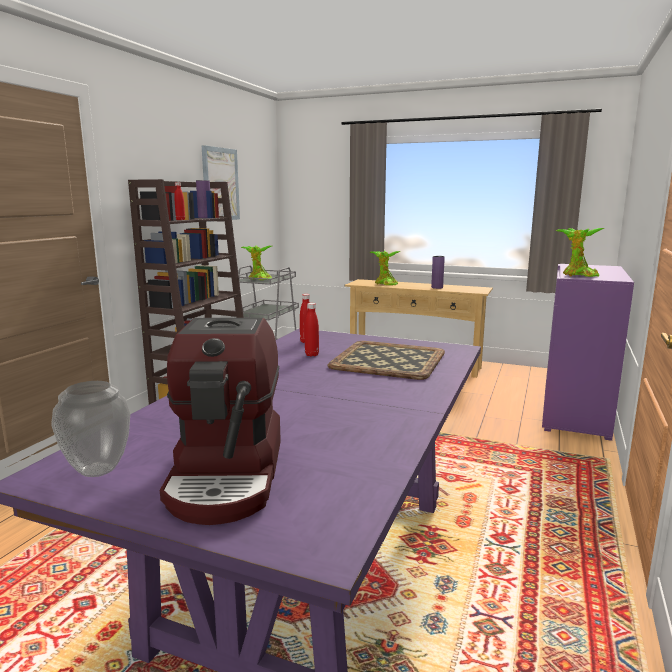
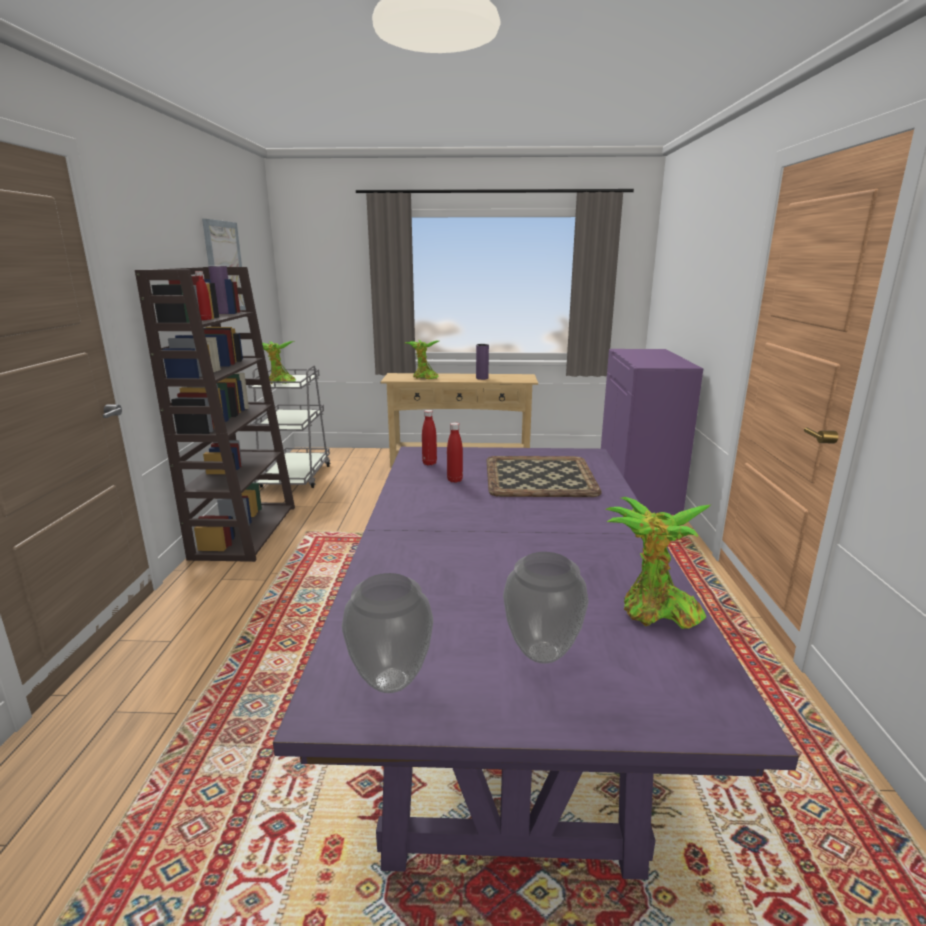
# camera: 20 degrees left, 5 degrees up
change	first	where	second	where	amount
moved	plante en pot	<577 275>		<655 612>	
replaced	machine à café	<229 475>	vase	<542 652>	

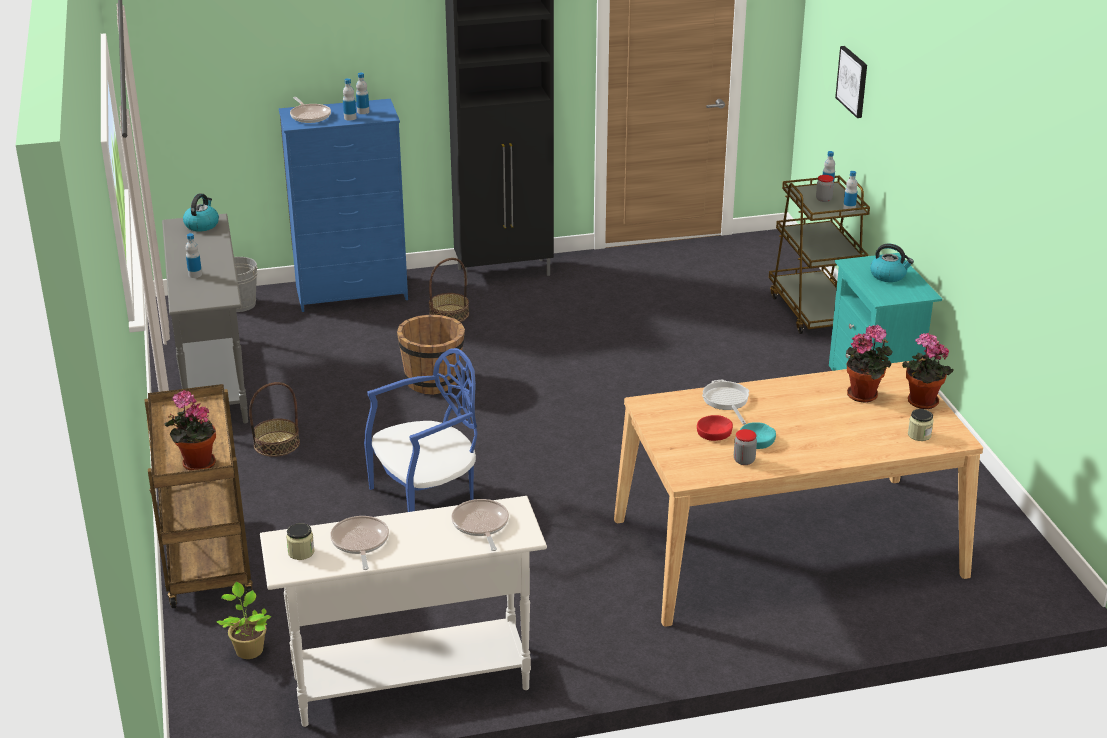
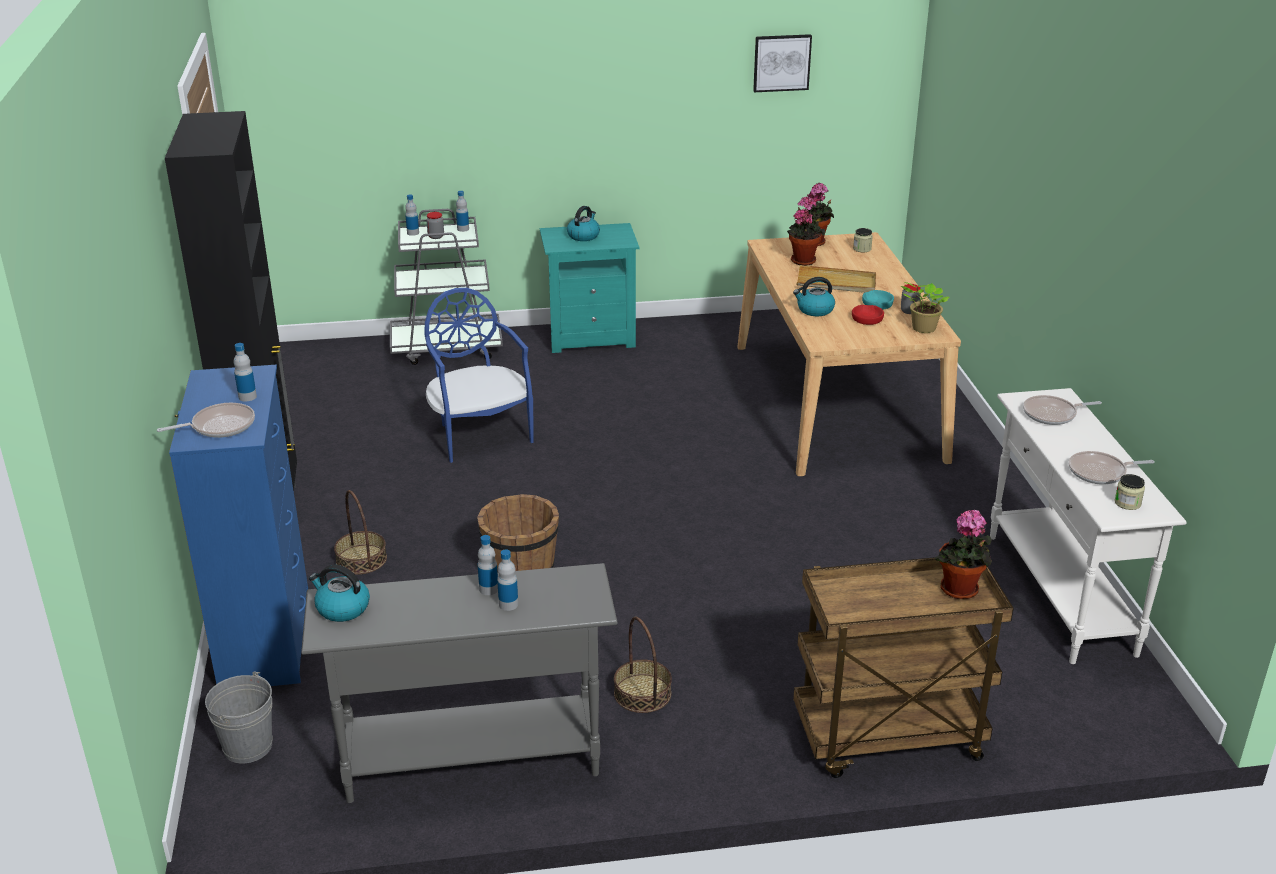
# camera: 85 degrees left, 0 degrees up
change	first	where	second	where	amount
added			plateau [beige]	<836 283>	
moved	plante en pot	<248 649>		<922 328>	
moved	bouteille	<363 112>		<488 589>	
moved	chaise [bleu]	<427 500>		<479 434>	
moved	tableau	<853 81>		<781 62>	
replaced	poêle	<726 401>	bouilloire	<814 310>	
recoloured	chariot [marron]	<814 311>	chariot [gris]	<447 348>	

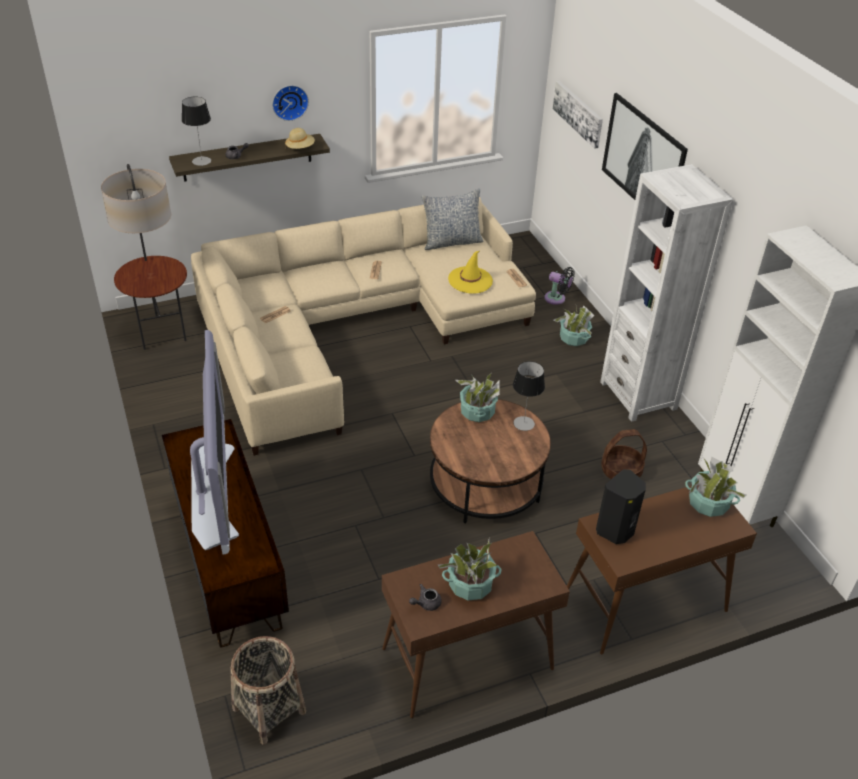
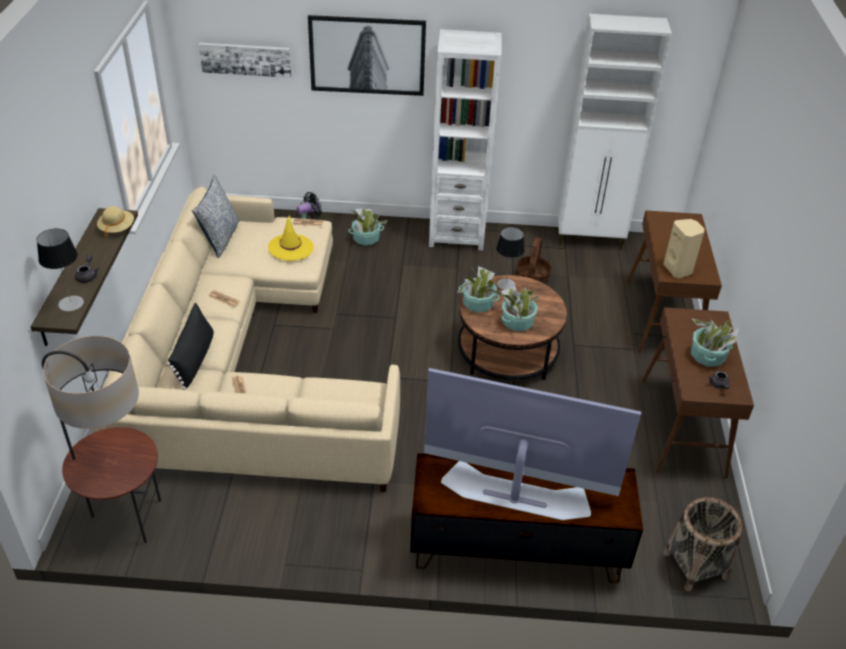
# camera: 65 degrees left, 0 degrees up
change	first	where	second	where	amount
removed	horloge murale	<289 101>			
added			coussin [noir]	<194 359>	
moved	plante en pot	<708 503>		<517 322>	
recoloured	enceinte [noir]	<616 531>	enceinte [beige]	<678 269>	

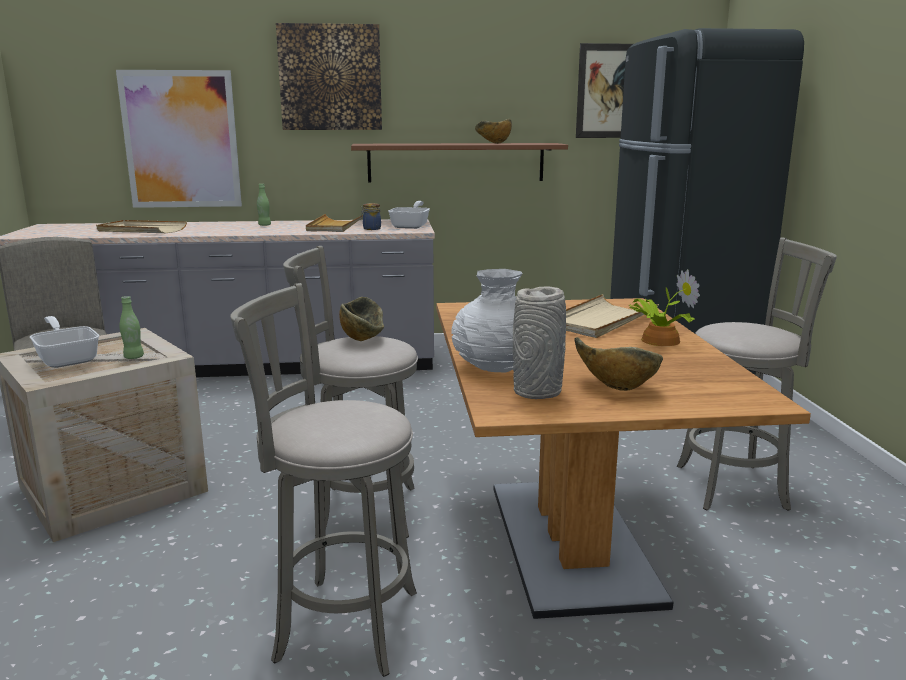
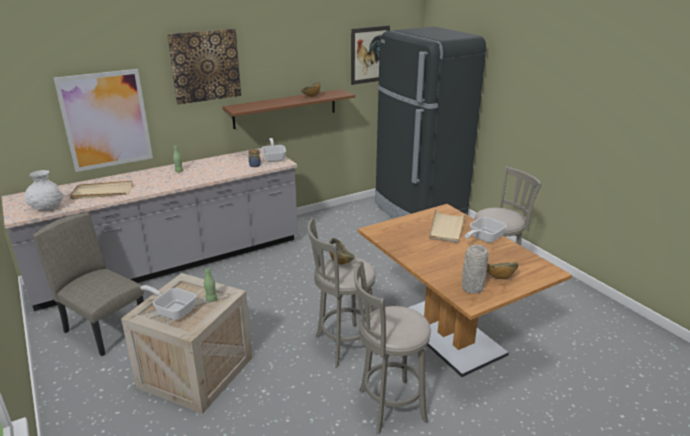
# camera: 25 degrees left, 10 degrees up
change	first	where	second	where	amount
removed	plateau [beige]	<334 226>			
moved	vase [blanc]	<493 366>		<47 208>	
replaced	plante en pot	<657 340>	poêle	<483 238>	

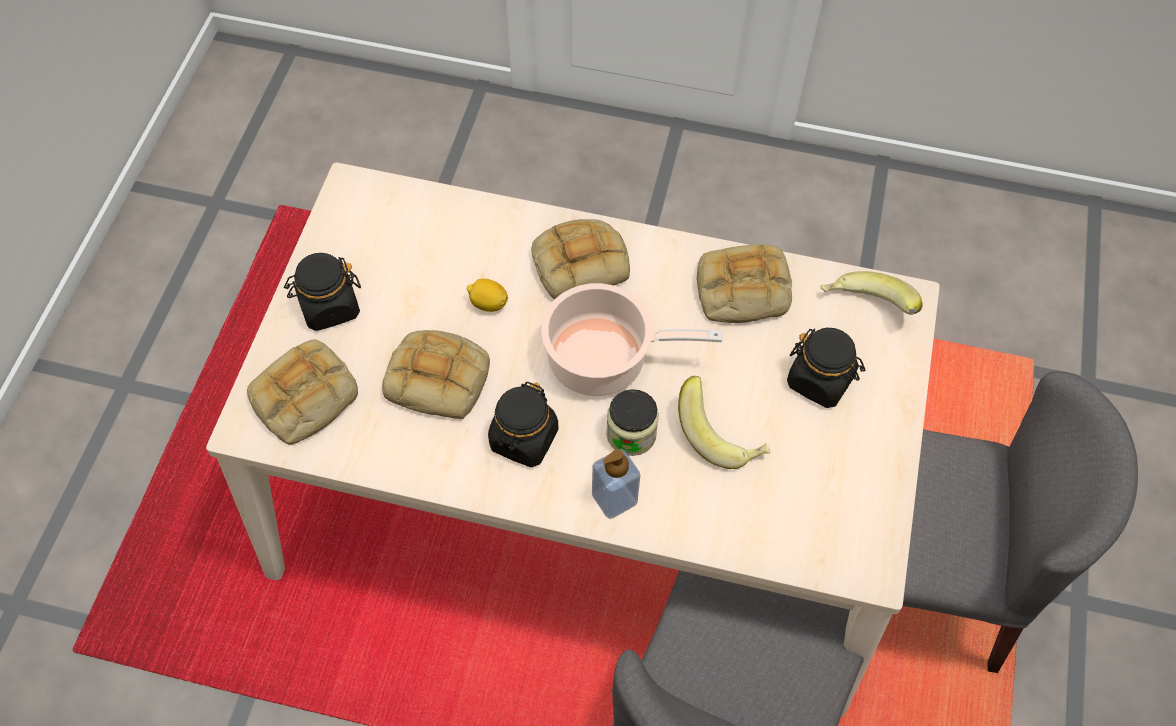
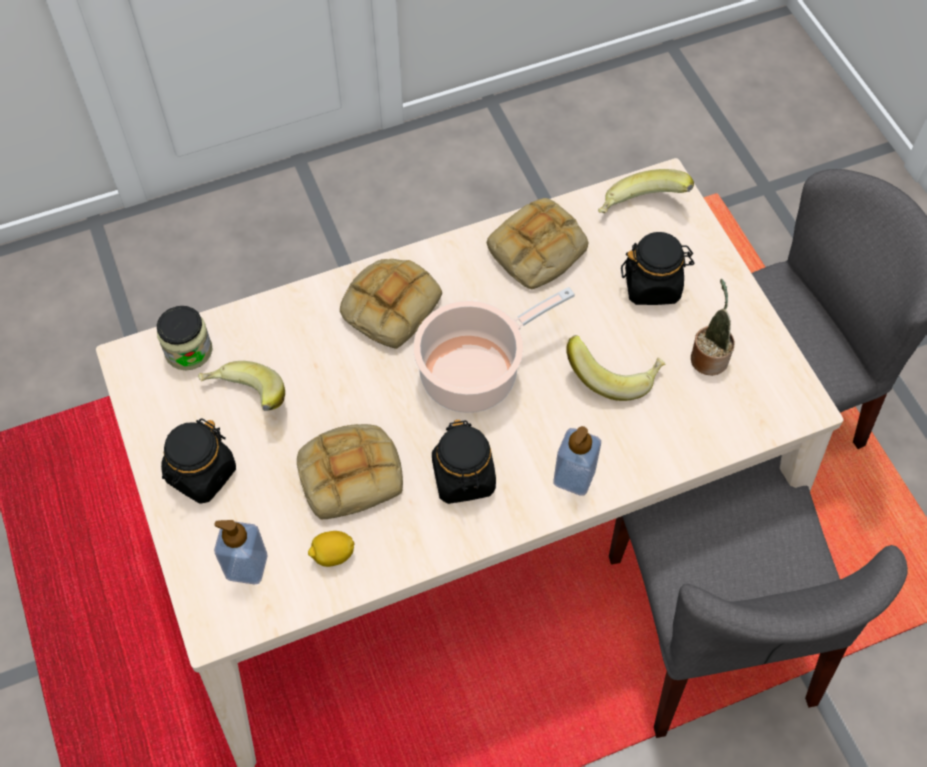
# camera: 35 degrees left, 0 degrees up
change	first	where	second	where	amount
added			banane	<244 400>	
added			plante en pot	<708 356>	
moved	citron	<488 303>		<333 555>	
moved	bocal	<631 434>		<188 351>	
replaced	pain	<304 398>	distributeur de savon	<247 566>	

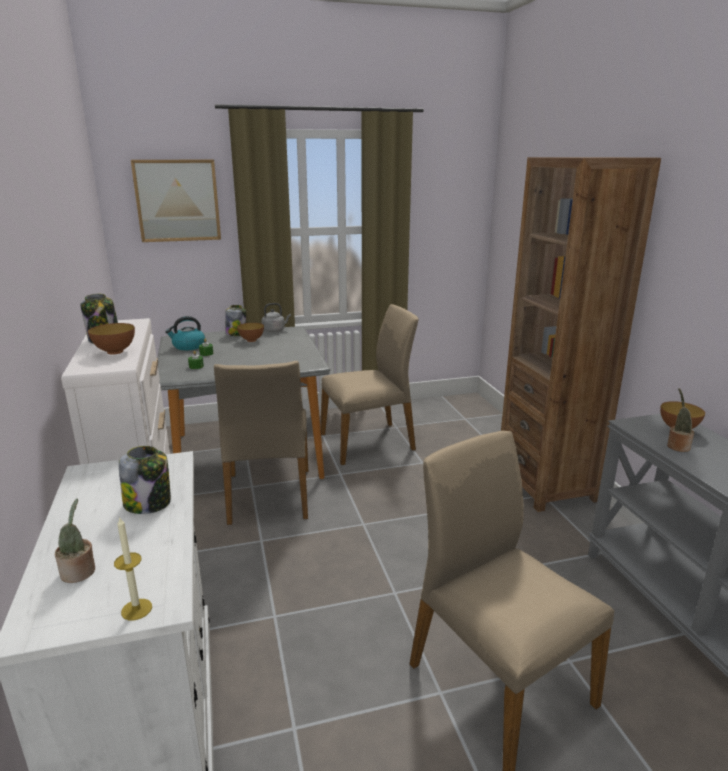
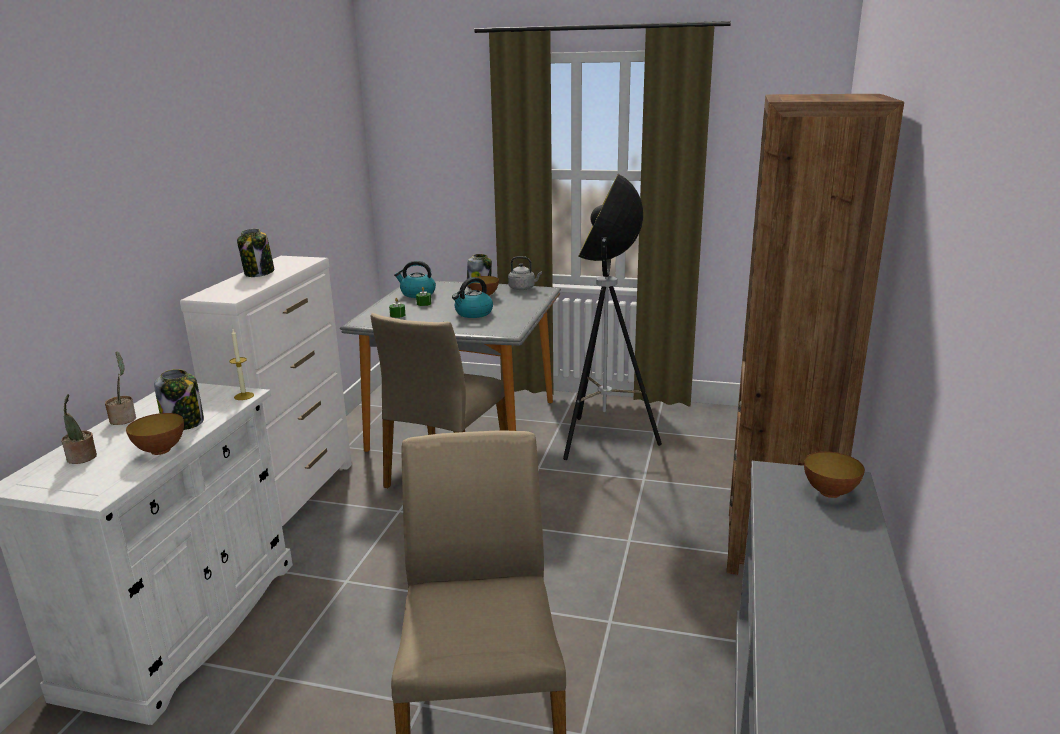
# camera: 30 degrees right, 0 degrees up
change	first	where	second	where	amount
removed	tableau	<177 200>			
added			bouilloire	<473 313>	
moved	bol	<115 352>		<160 450>	
moved	bougie	<136 609>		<244 396>	
moved	plante en pot	<677 446>		<124 419>	
replaced	chaise [beige]	<368 442>	lampadaire	<604 441>	

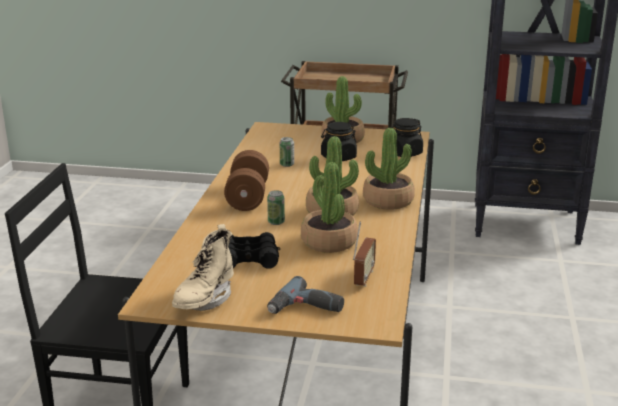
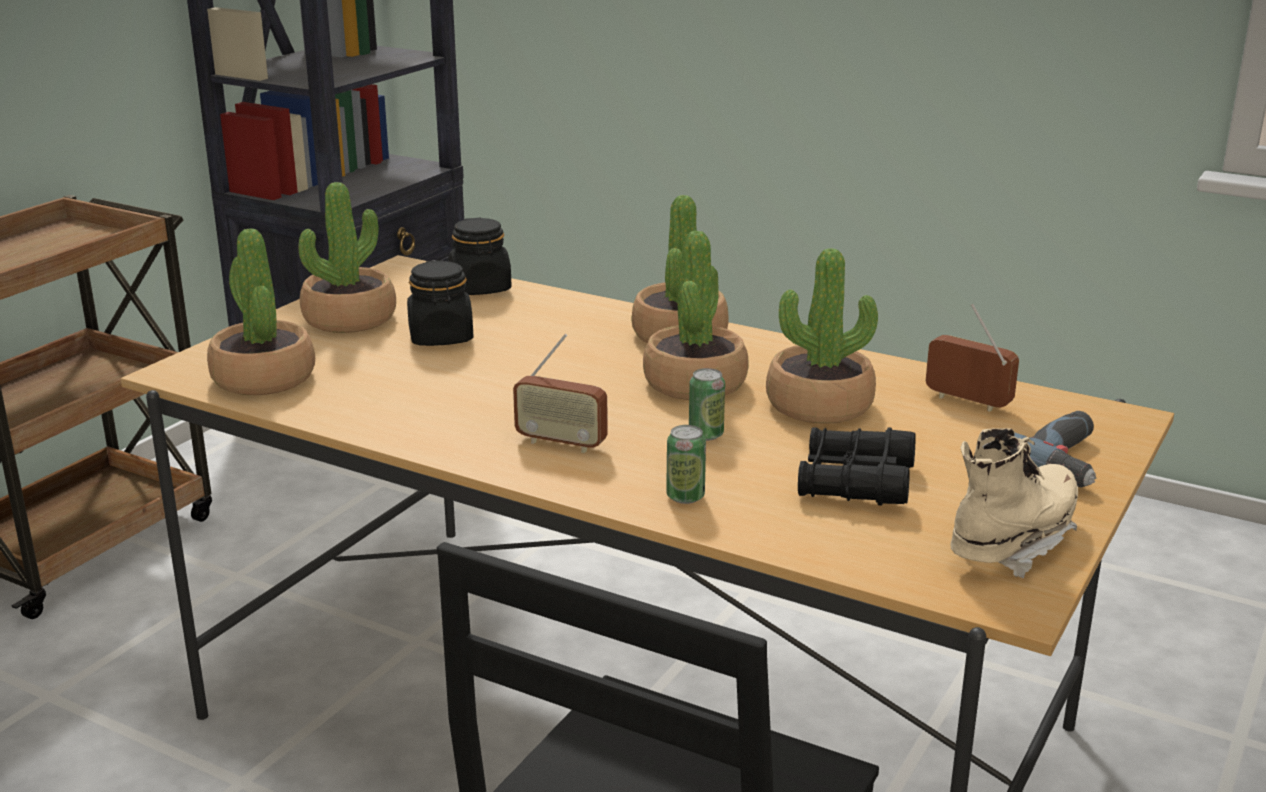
# camera: 70 degrees left, 0 degrees up
change	first	where	second	where	amount
added			plante en pot	<263 378>	
moved	boîte métallique	<287 164>		<685 496>	
replaced	haltère [marron]	<248 197>	radio	<561 443>	
turned	botte [beige]	<204 299>		<1012 543>	90 degrees counterclockwise

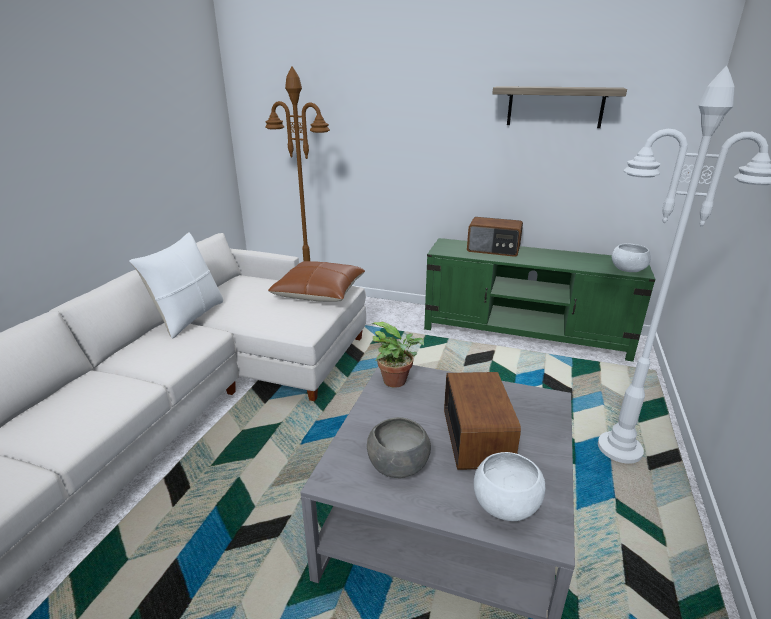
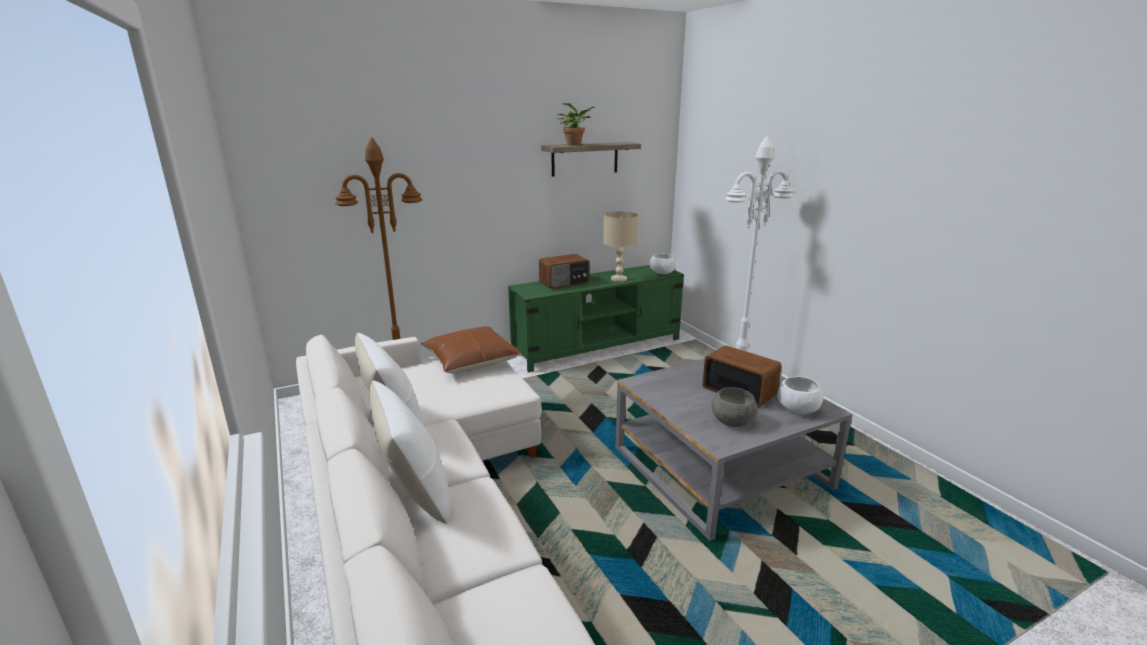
# camera: 45 degrees left, 5 degrees down
change	first	where	second	where	amount
added			coussin [blanc]	<415 493>	
added			lampe de table [beige]	<619 279>	
moved	plante en pot	<398 381>		<575 144>	

